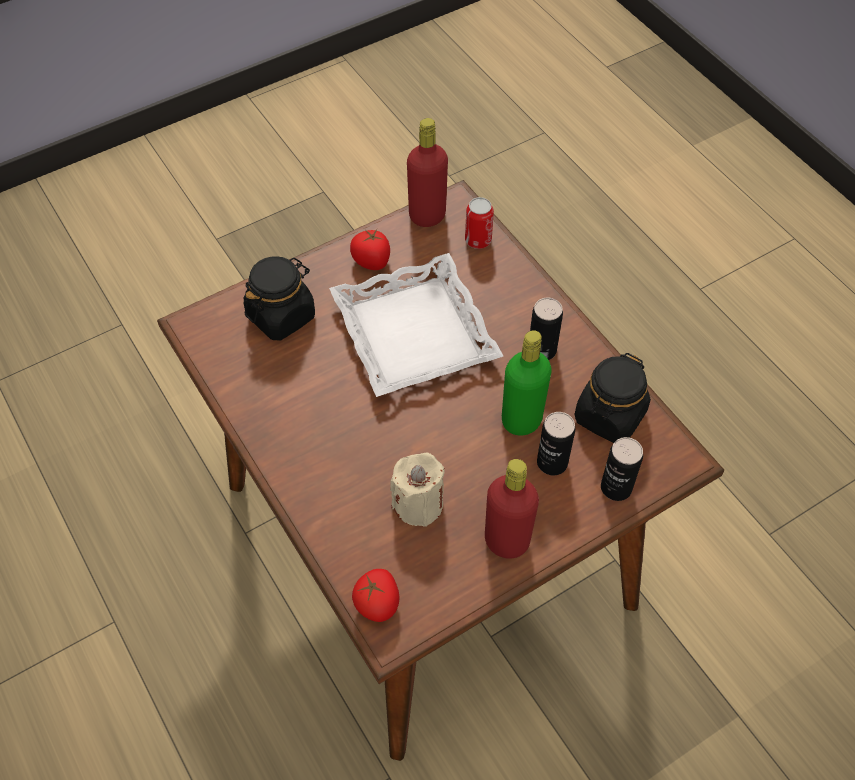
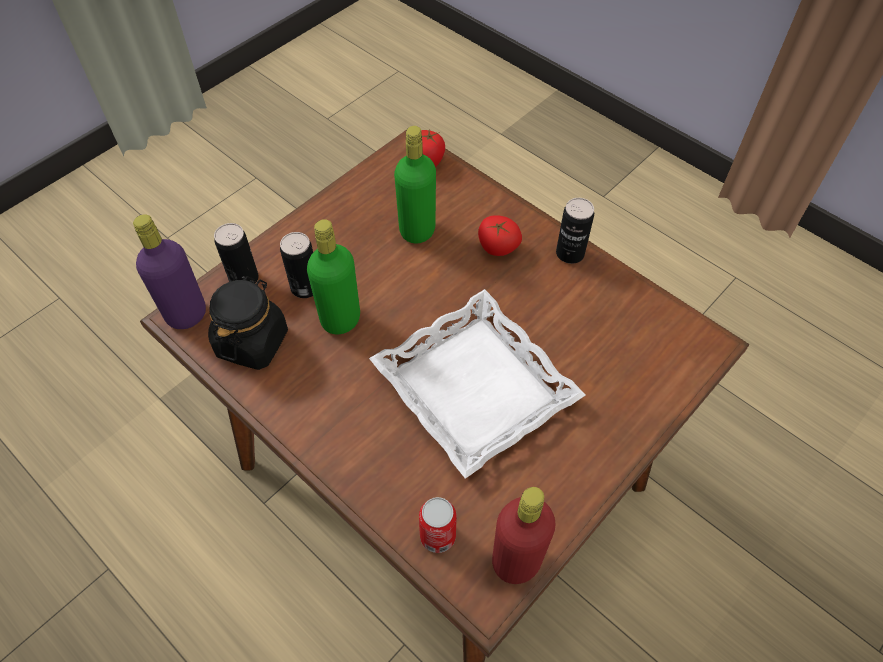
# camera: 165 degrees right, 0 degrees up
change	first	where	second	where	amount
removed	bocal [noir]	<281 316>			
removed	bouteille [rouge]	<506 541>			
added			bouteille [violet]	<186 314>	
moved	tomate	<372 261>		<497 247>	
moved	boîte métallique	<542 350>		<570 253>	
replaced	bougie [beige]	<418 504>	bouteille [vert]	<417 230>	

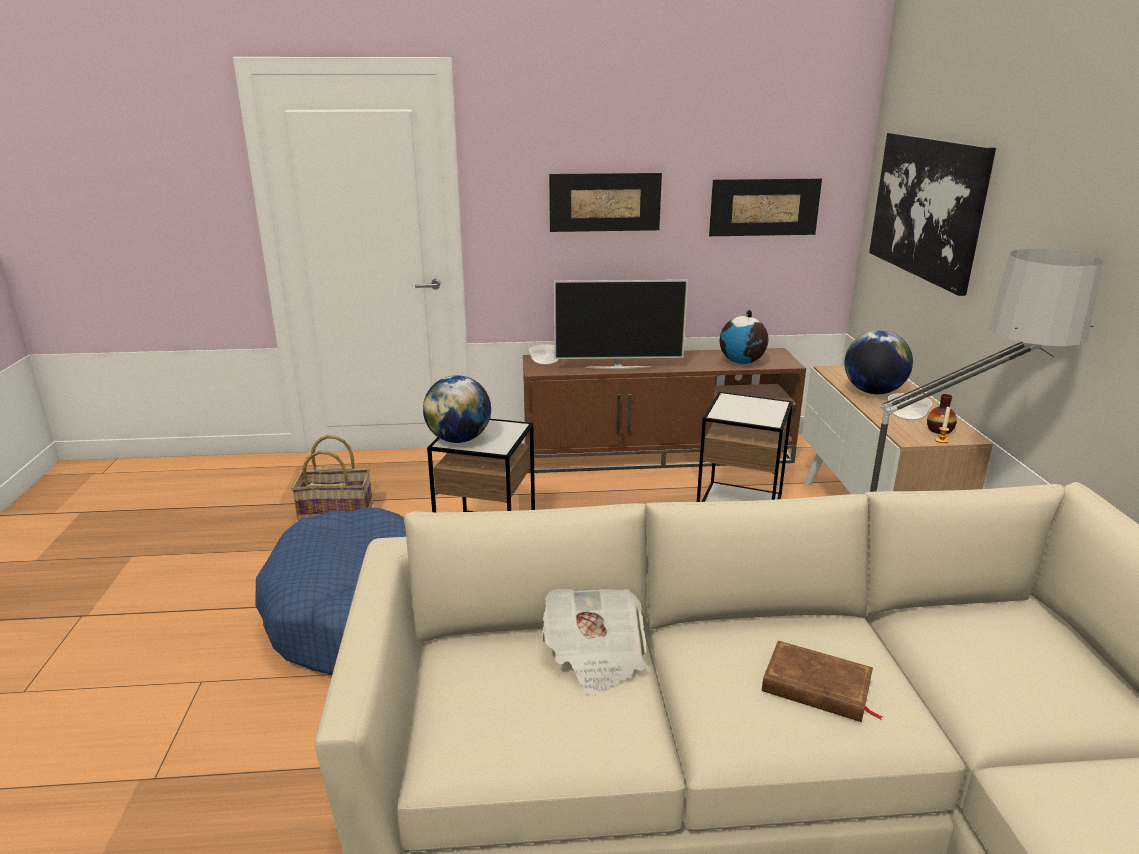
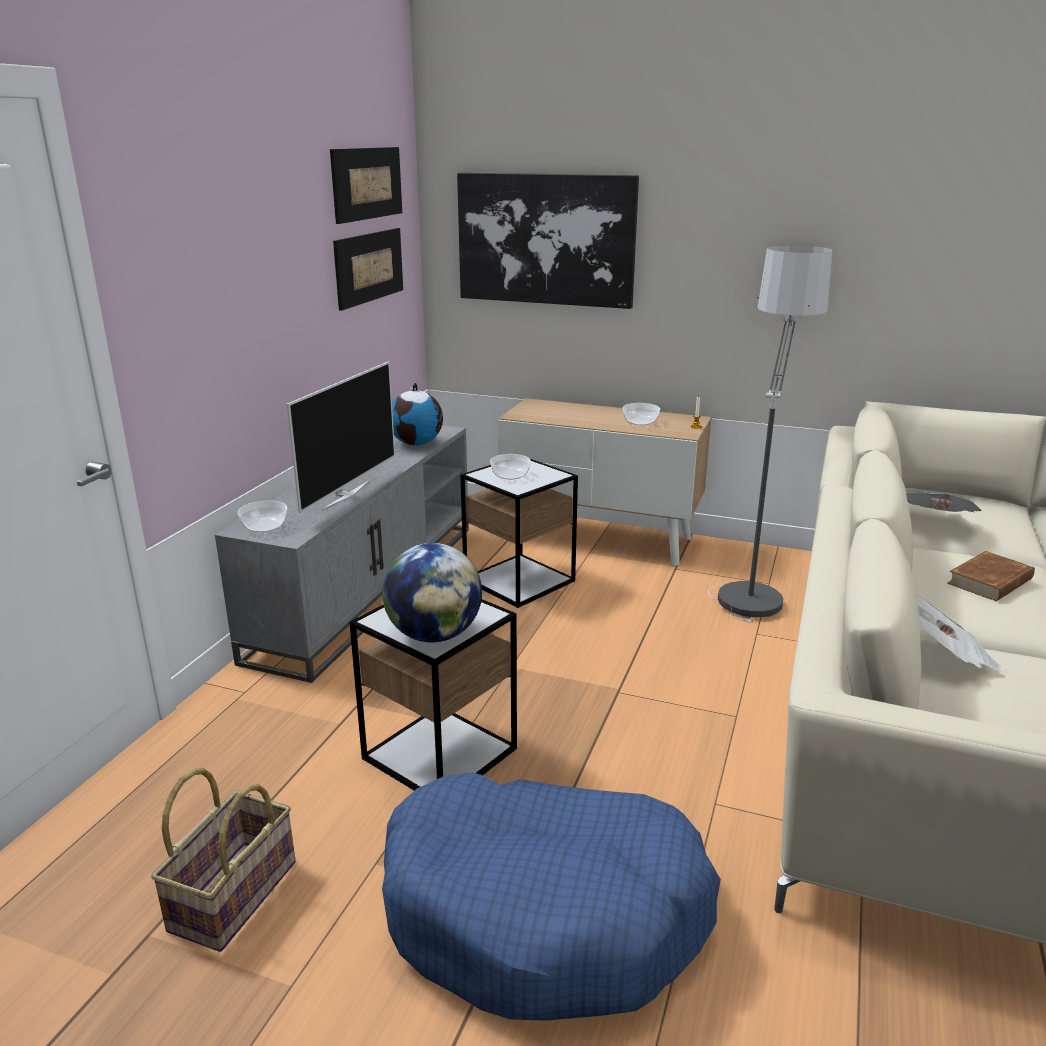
# camera: 65 degrees left, 0 degrees up
change	first	where	second	where	amount
removed	globe	<873 392>			
removed	vase	<939 430>			
added			bol	<511 475>	
added			journal	<935 522>	
moved	tableau	<605 202>		<367 183>	
recoloured	meuble télé [marron]	<657 453>	meuble télé [gris]	<368 587>	

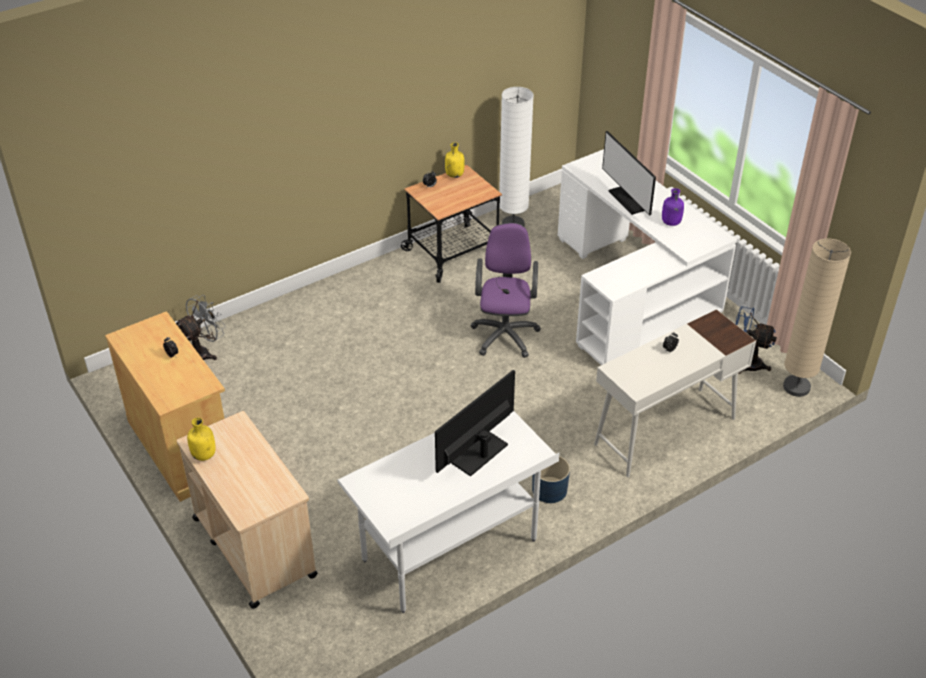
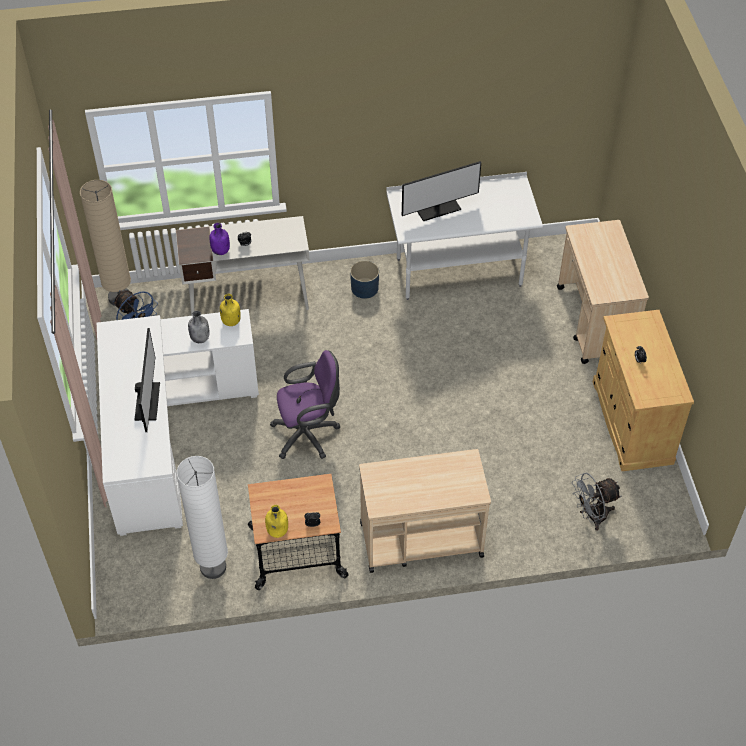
# camera: 155 degrees left, 10 degrees up
change	first	where	second	where	amount
added			bouteille [gris]	<200 338>	
added			chariot [beige]	<420 539>	
moved	bouteille [jaune]	<204 454>		<230 321>	
moved	bouteille [violet]	<671 223>		<221 250>	
turned	chaise de bureau [violet]	<505 333>		<309 434>	135 degrees counterclockwise

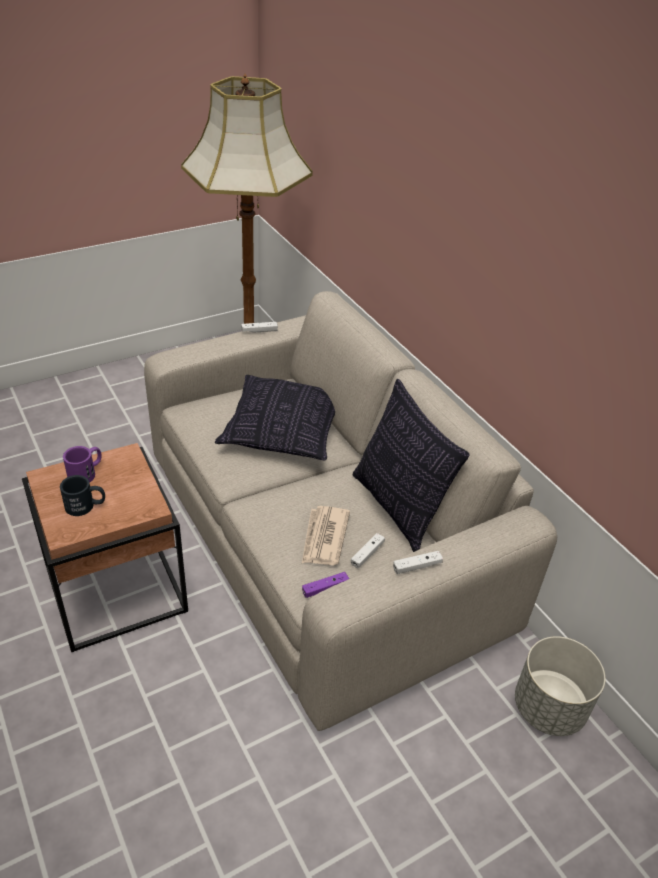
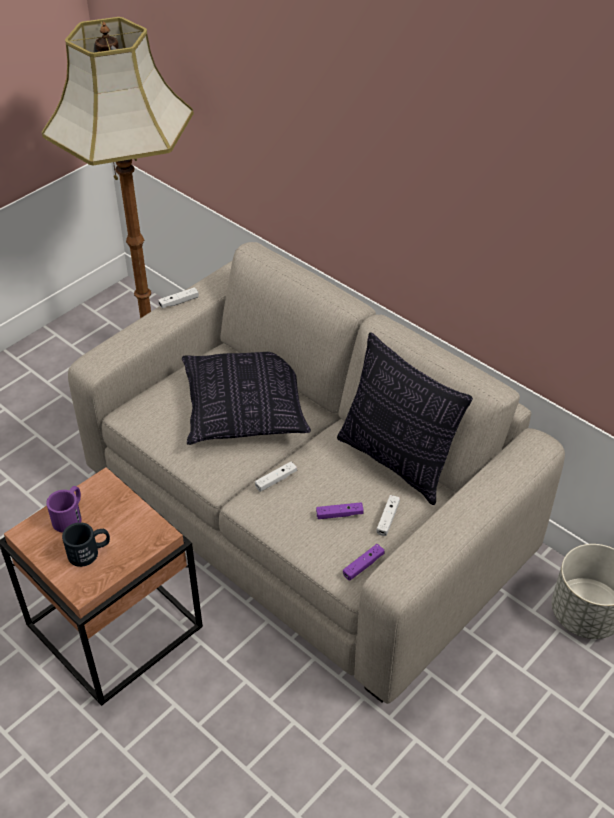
# camera: 15 degrees left, 5 degrees up
change	first	where	second	where	amount
moved	manette [blanc]	<417 566>		<276 480>	
replaced	journal	<324 538>	manette [violet]	<339 514>	

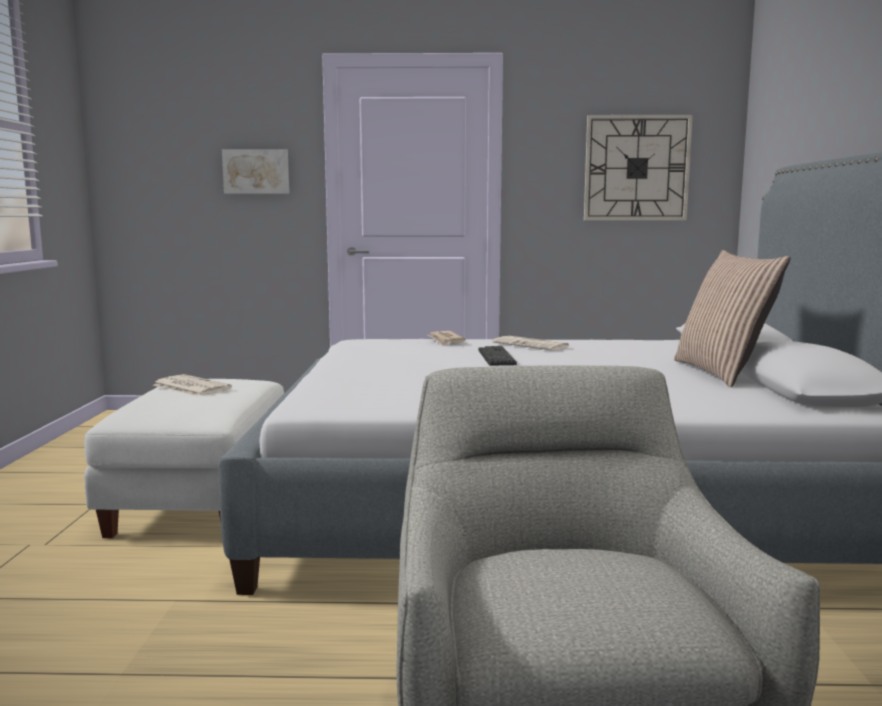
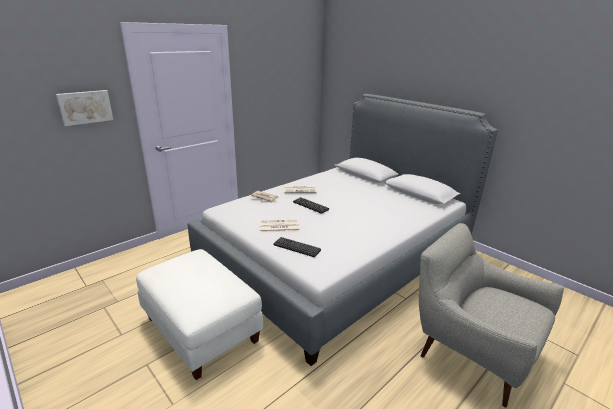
# camera: 45 degrees left, 15 degrees up
change	first	where	second	where	amount
removed	horloge murale	<636 168>			
removed	coussin	<722 372>			
added			clavier	<296 247>	
moved	journal	<190 387>		<278 227>	

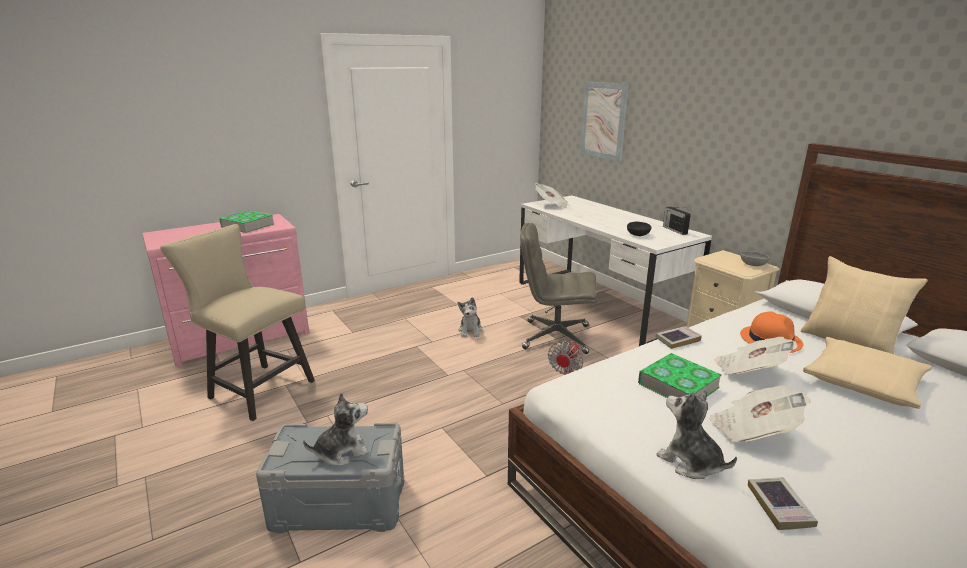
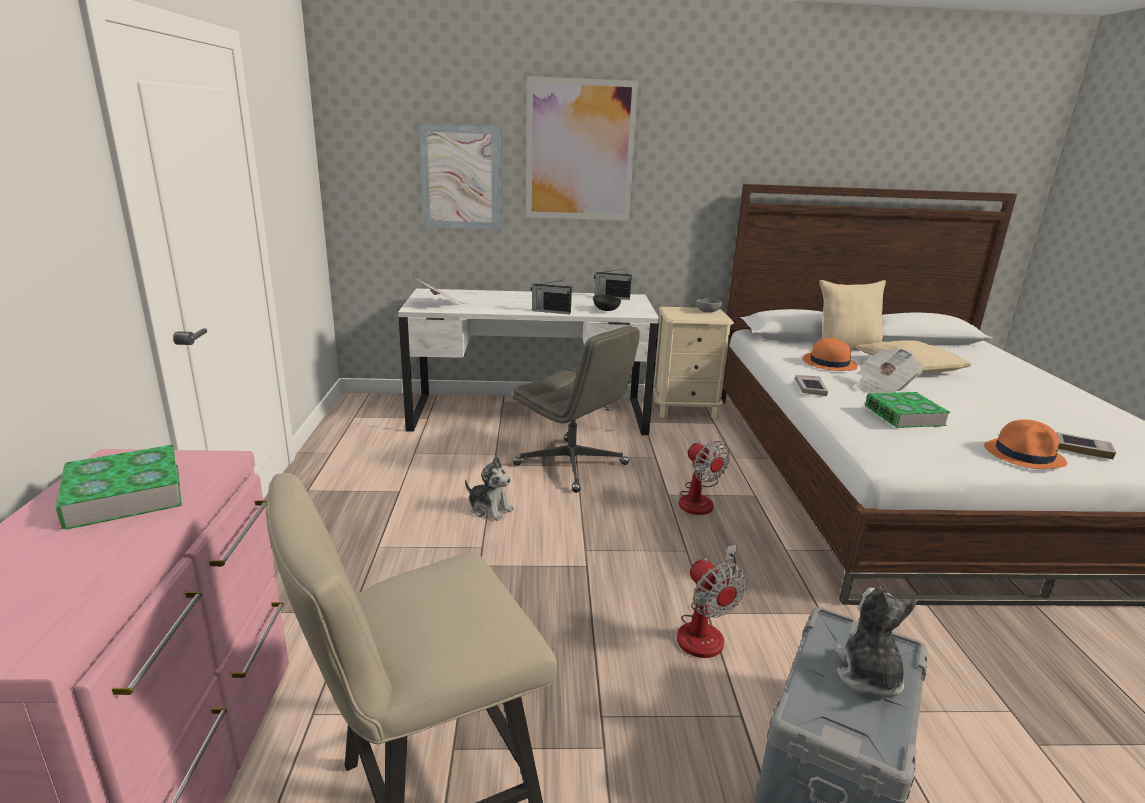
# camera: 60 degrees left, 0 degrees up
change	first	where	second	where	amount
removed	journal	<753 431>			
added			tableau	<580 151>	
added			radio	<550 311>	
added			ventilateur	<705 630>	
replaced	peluche	<690 462>	chapeau [orange]	<1024 455>	
turned	chaise de bureau [gris]	<555 337>		<572 465>	90 degrees counterclockwise

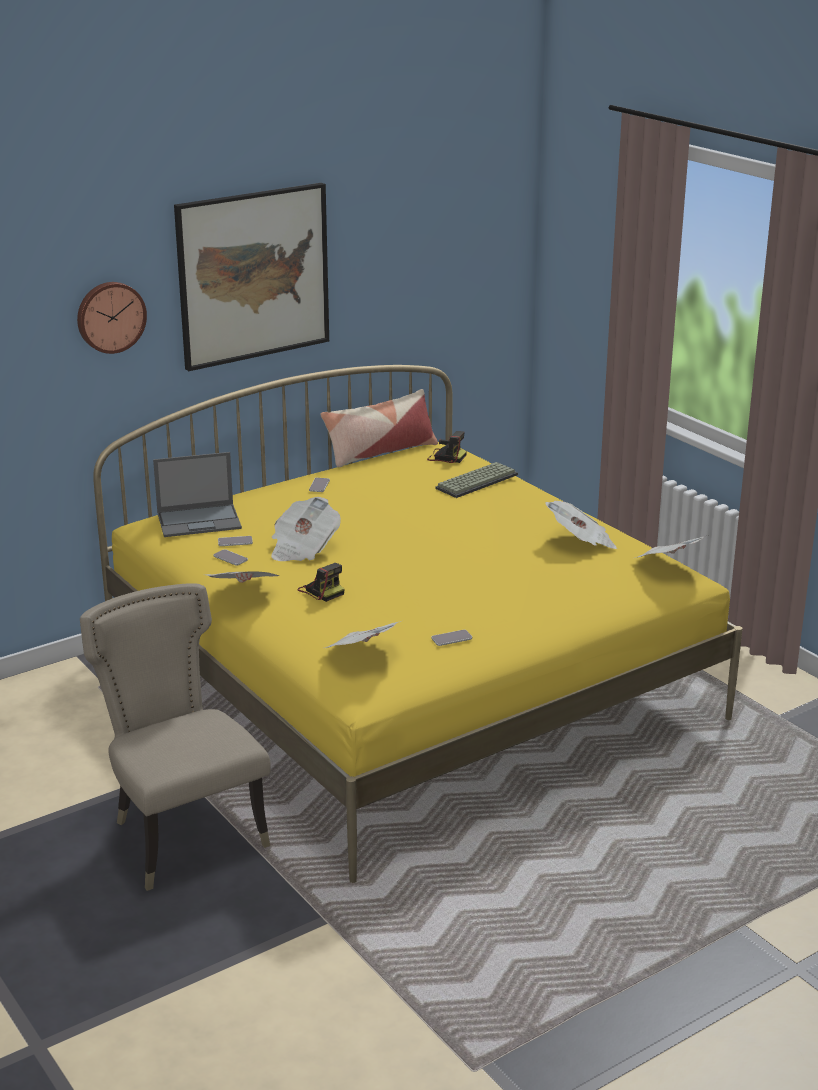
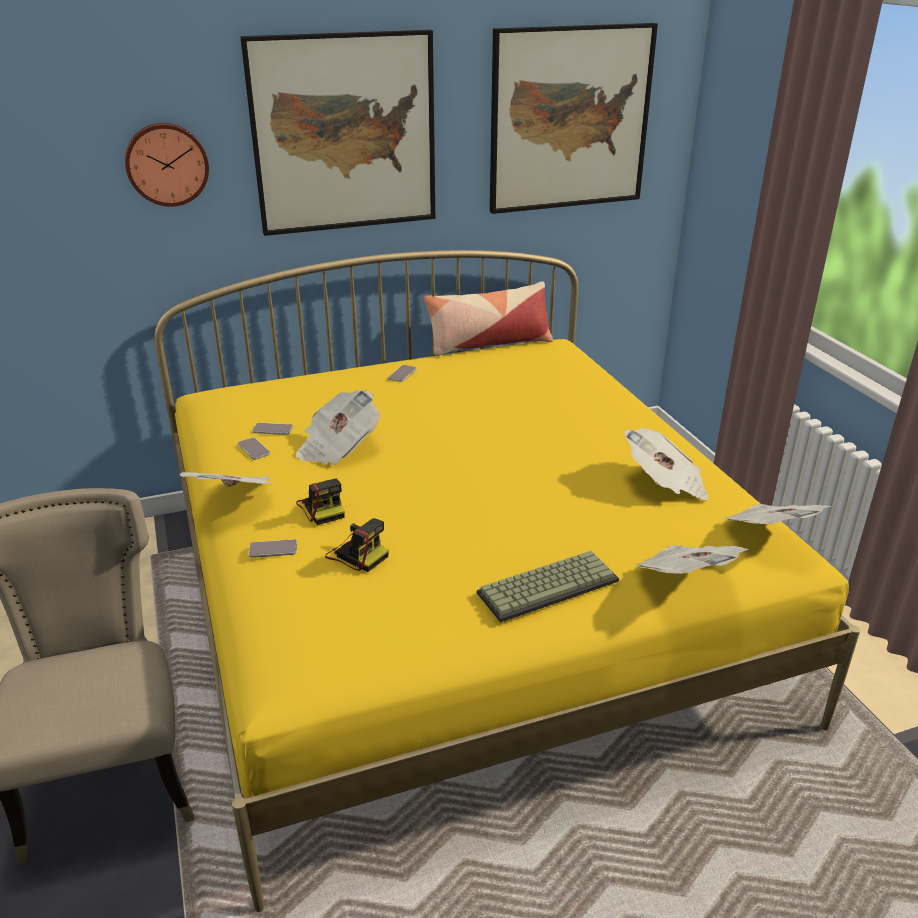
# camera: 15 degrees right, 5 degrees up
change	first	where	second	where	amount
removed	ordinateur portable	<200 520>			
added			tableau	<569 119>	
moved	journal	<363 653>		<686 579>	
moved	appareil photo	<445 457>		<357 554>	
moved	téléphone	<451 638>		<273 549>	
moved	clavier	<476 481>		<548 585>	

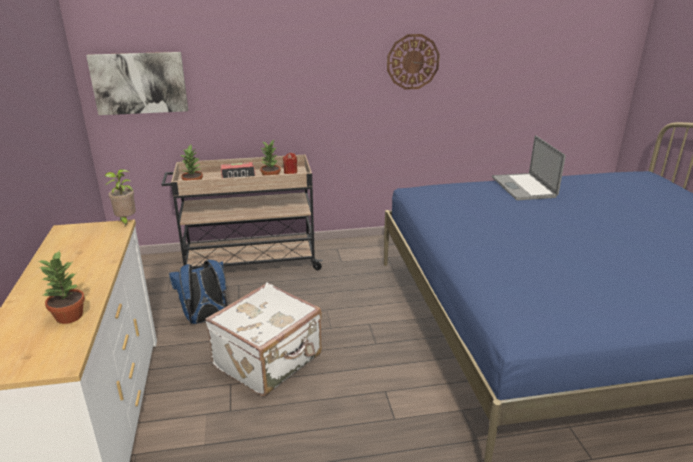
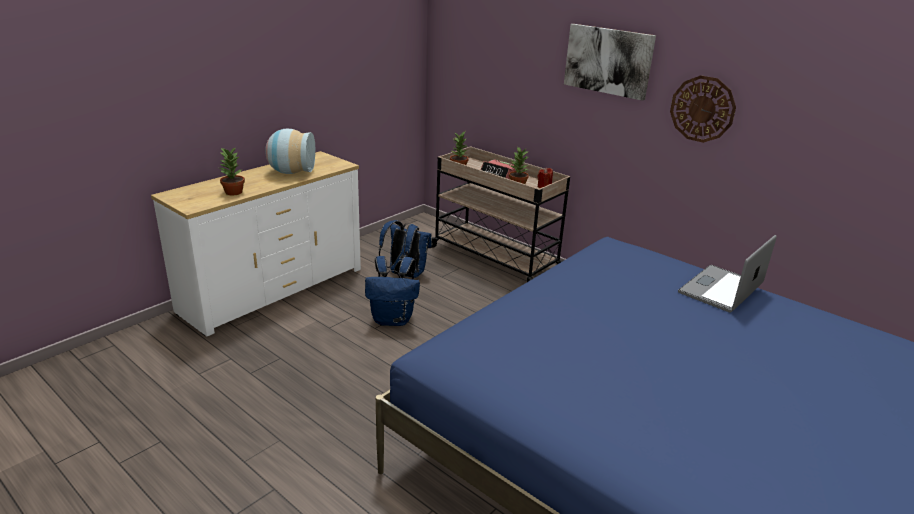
# camera: 50 degrees right, 0 degrees up
change	first	where	second	where	amount
removed	plante en pot	<126 221>			
added			vase	<291 172>	
moved	tableau	<139 83>		<608 61>	
replaced	valise [blanc]	<269 361>	sac à dos [bleu]	<393 319>	

